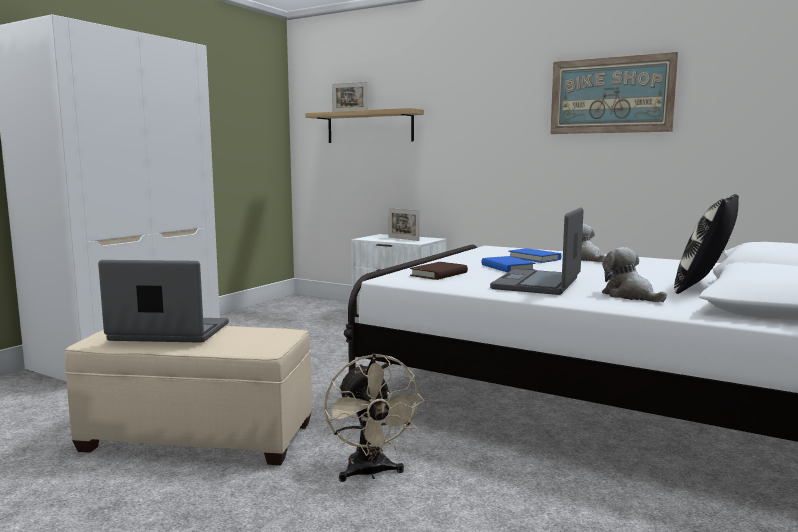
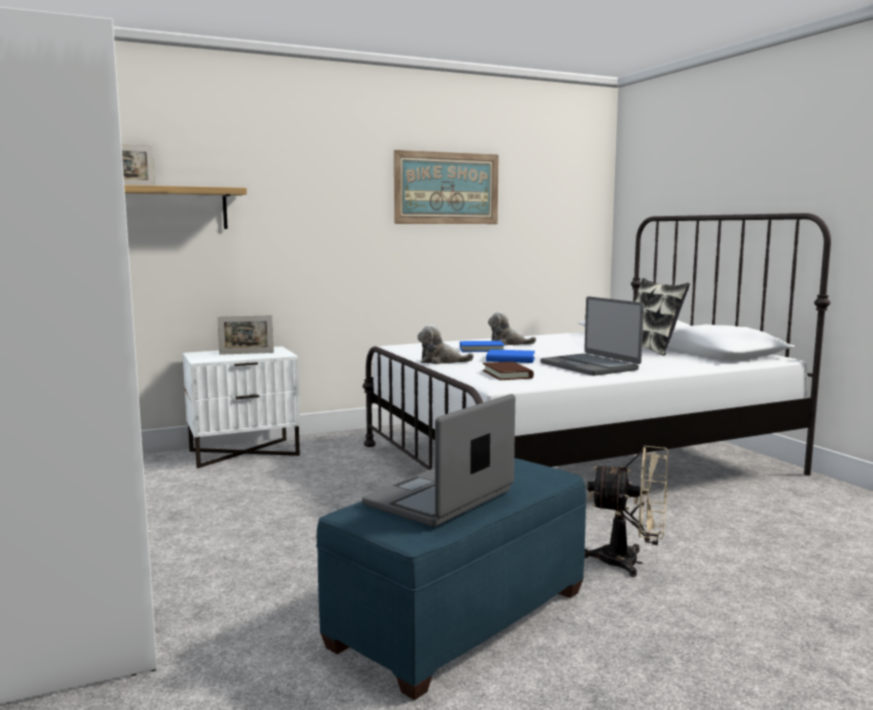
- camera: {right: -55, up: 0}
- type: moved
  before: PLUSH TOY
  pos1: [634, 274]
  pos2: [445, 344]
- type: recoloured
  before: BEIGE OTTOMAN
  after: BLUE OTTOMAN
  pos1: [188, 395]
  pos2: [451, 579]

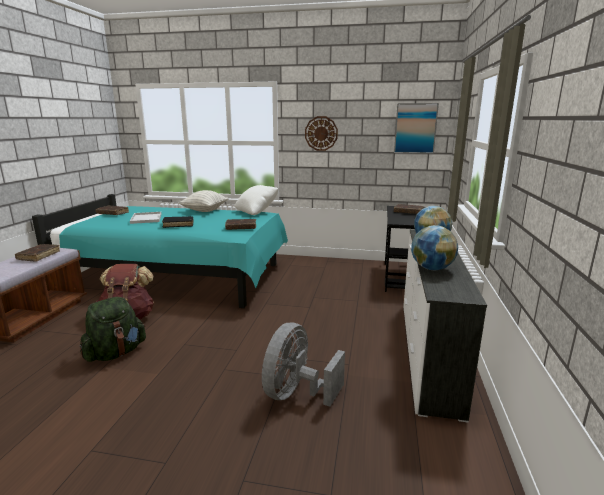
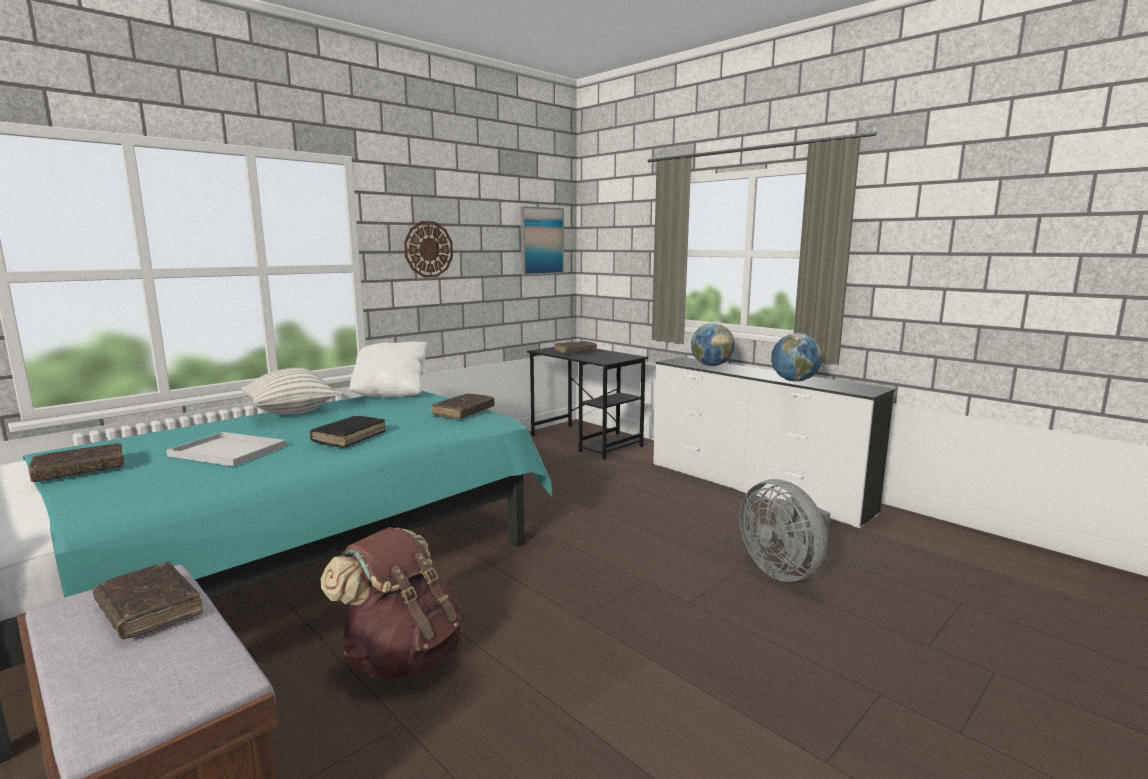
- camera: {right: -55, up: -5}
- type: removed
  before: GREEN BACKPACK
  pos1: [113, 329]

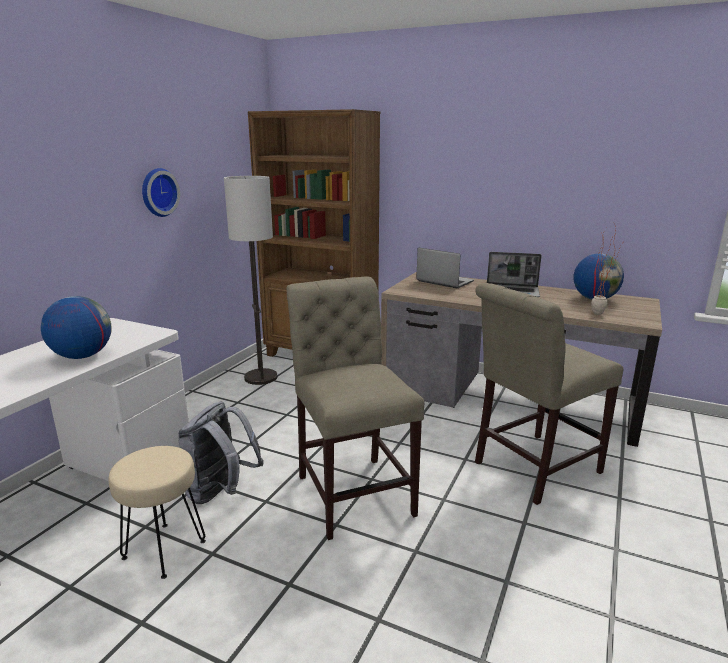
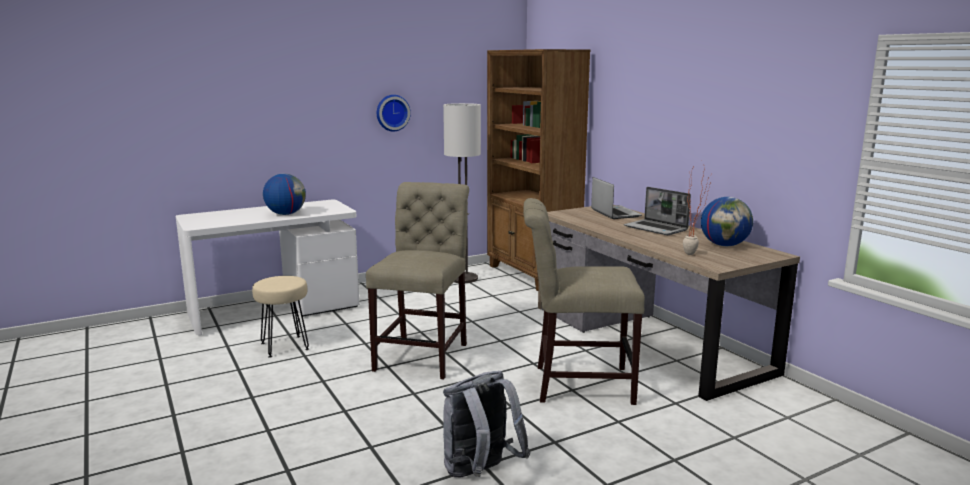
- camera: {right: 35, up: -5}
- type: moved
  before: GREY BACKPACK
  pos1: [221, 452]
  pos2: [486, 424]

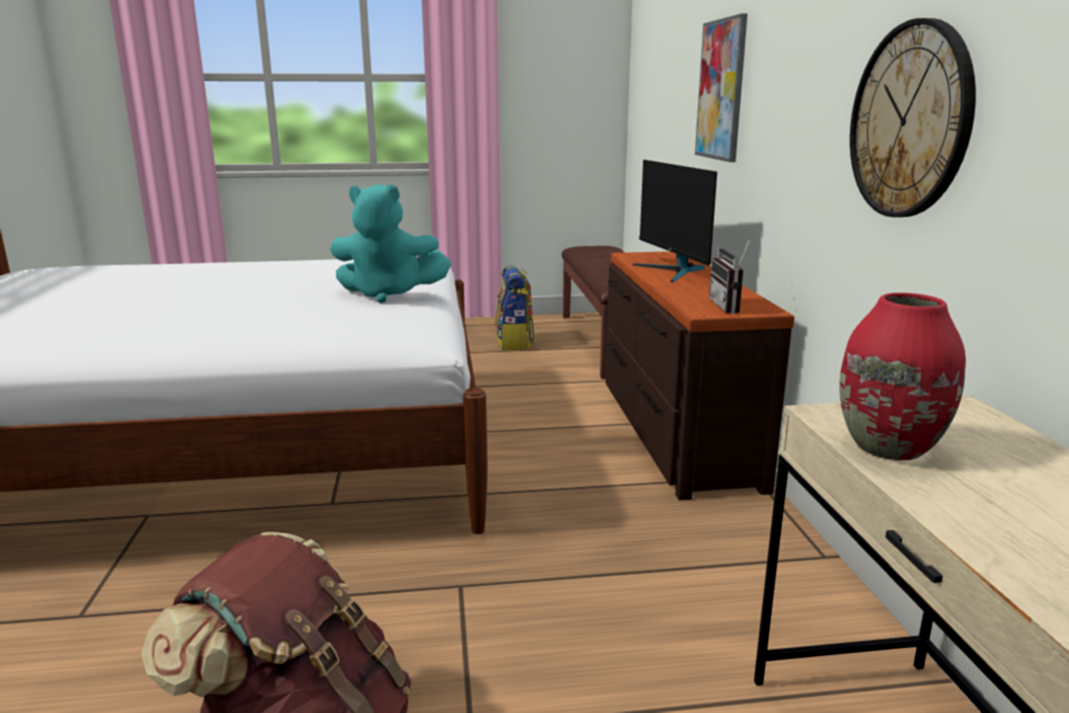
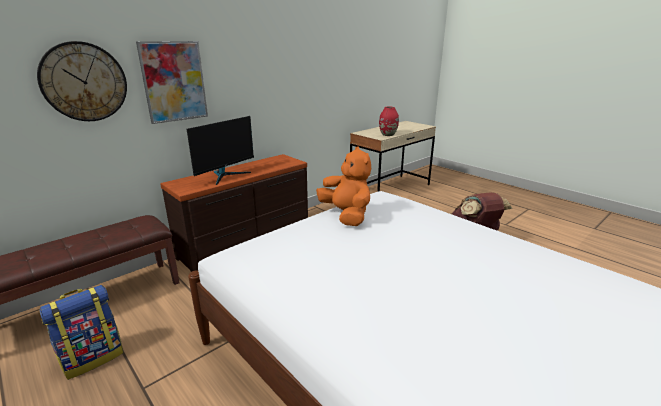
- camera: {right: -125, up: 5}
- type: moved
  before: WALL CLOCK
  pos1: [913, 117]
  pos2: [82, 81]
- type: recoloured
  before: TURQUOISE PLUSH TOY
  after: ORANGE PLUSH TOY
  pos1: [390, 243]
  pos2: [343, 186]
- type: removed
  before: RADIO
  pos1: [730, 275]

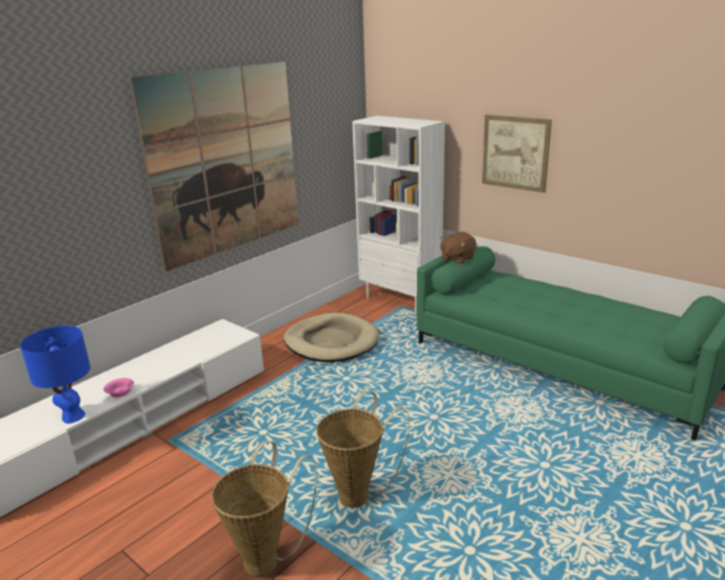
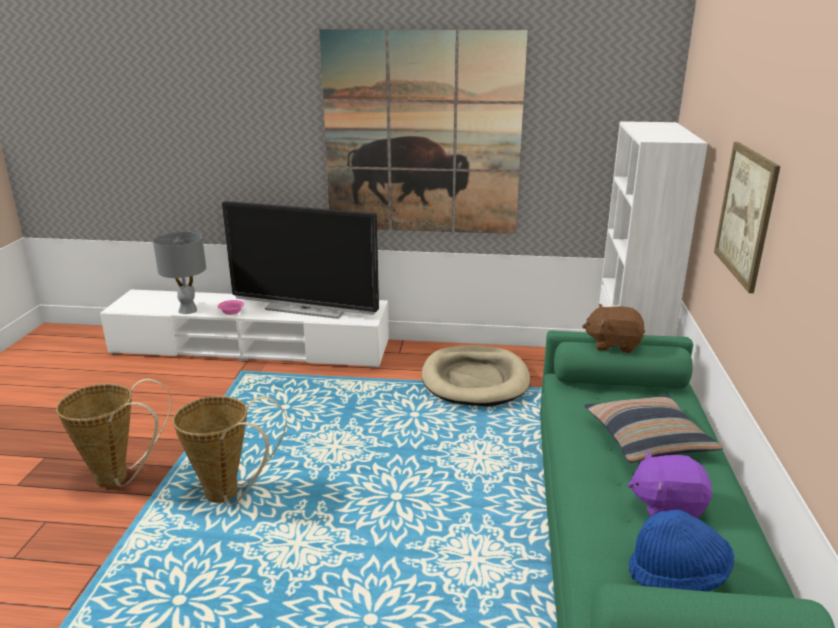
- camera: {right: 55, up: 0}
- type: recoloured
  before: BLUE TABLE LAMP
  after: GREY TABLE LAMP
  pos1: [55, 375]
  pos2: [179, 272]
- type: added
  after: TELEVISION
  pos2: [300, 260]
- type: added
  after: PILLOW
  pos2: [654, 429]
- type: added
  after: PURPLE PLUSH TOY
  pos2: [670, 485]
- type: added
  after: BLUE HAT
  pos2: [682, 550]

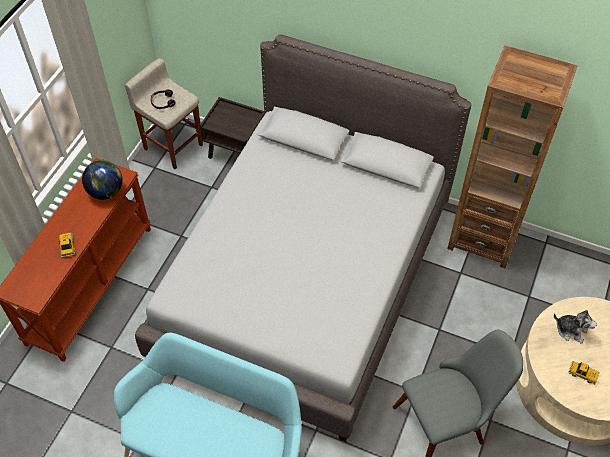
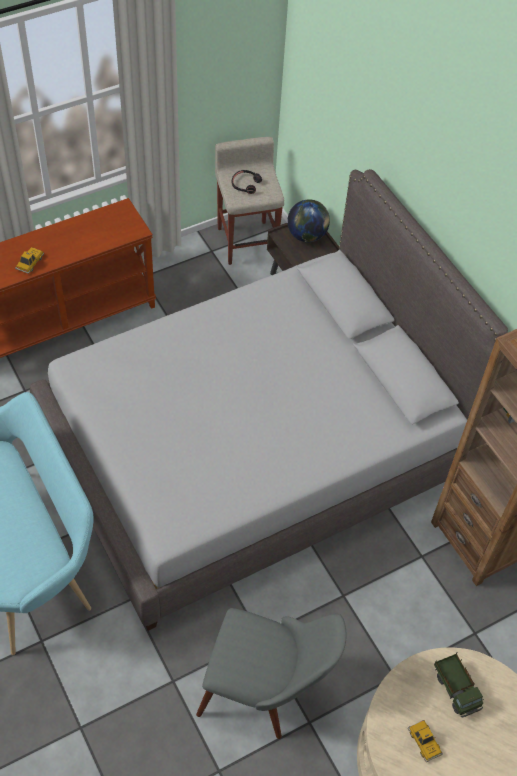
- camera: {right: 35, up: 0}
- type: moved
  before: GLOBE
  pos1: [102, 180]
  pos2: [308, 220]
- type: replaced
  before: PLUSH TOY
  after: TOY TRUCK
  pos1: [575, 327]
  pos2: [459, 685]

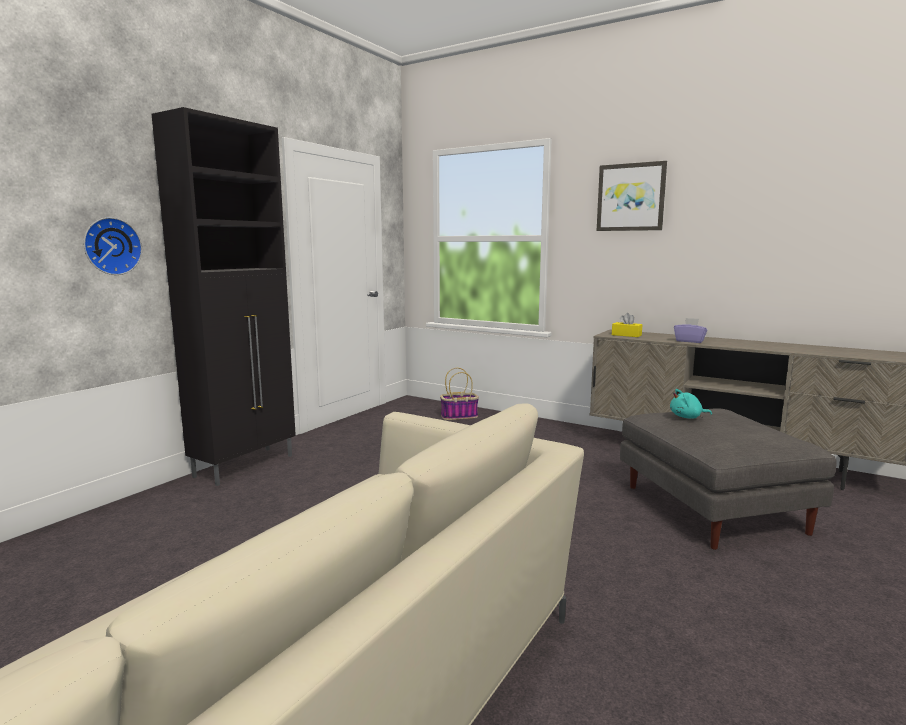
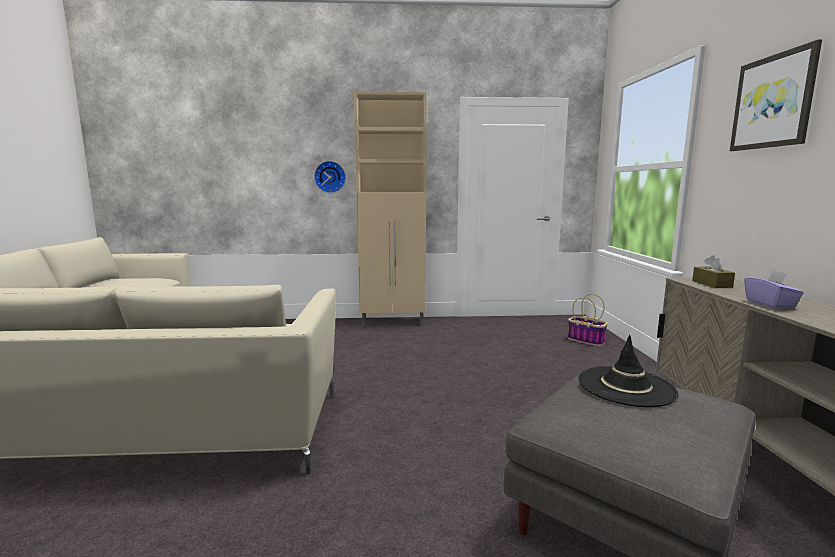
- camera: {right: 55, up: 0}
- type: recoloured
  before: BLACK CABINET
  after: BEIGE CABINET
  pos1: [224, 296]
  pos2: [390, 209]
- type: recoloured
  before: YELLOW TISSUE BOX
  after: BROWN TISSUE BOX
  pos1: [627, 325]
  pos2: [713, 271]
- type: replaced
  before: TURQUOISE PLUSH TOY
  after: BLACK HAT
  pos1: [691, 403]
  pos2: [628, 371]

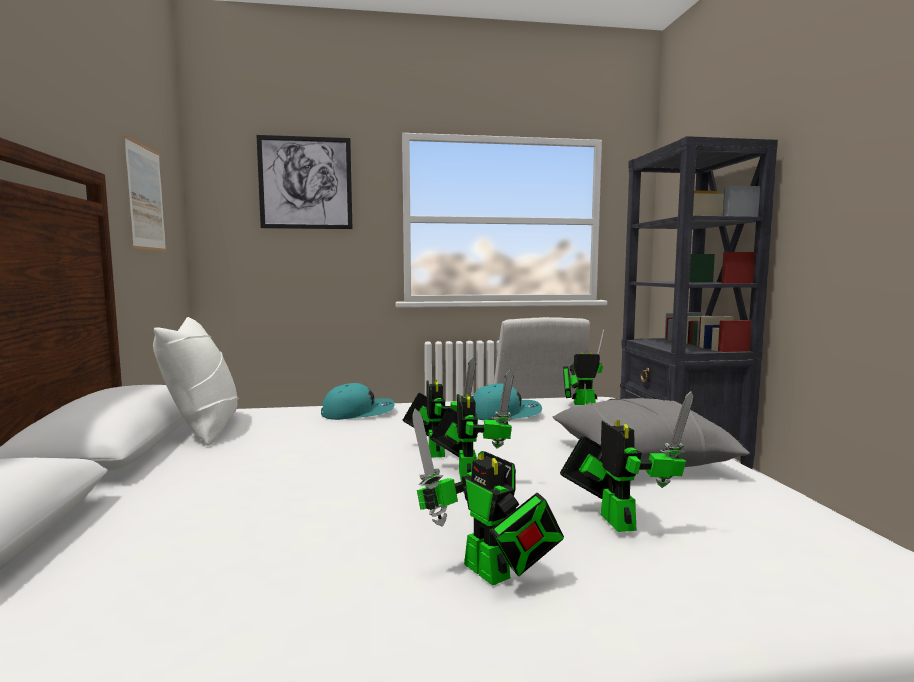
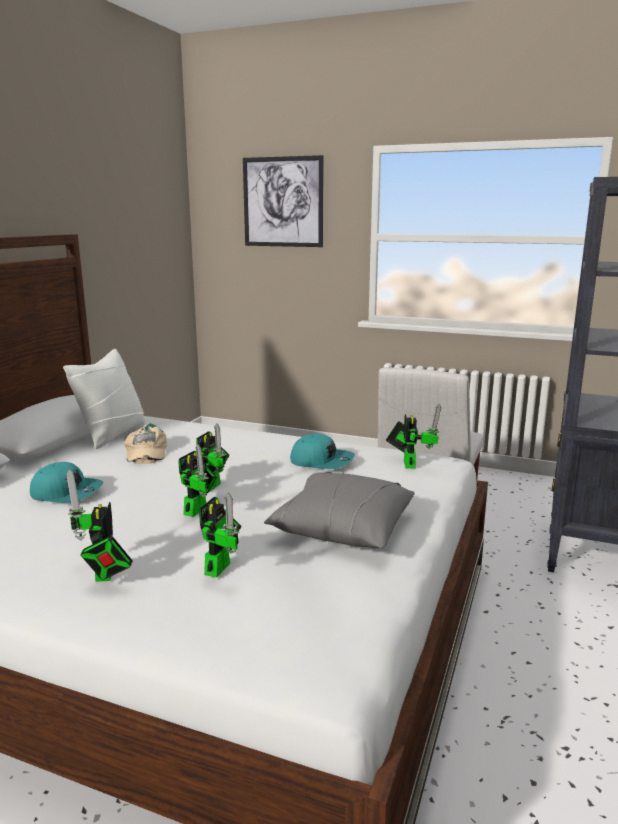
- camera: {right: 30, up: 10}
- type: removed
  before: PICTURE
  pos1: [145, 193]
- type: turned
  before: TOY ROBOT
  pos1: [583, 367]
  pos2: [413, 436]
  turn: 60
- type: moved
  before: TURQUOISE CAP
  pos1: [358, 401]
  pos2: [67, 482]
- type: added
  after: BEIGE CAP
  pos2: [145, 443]

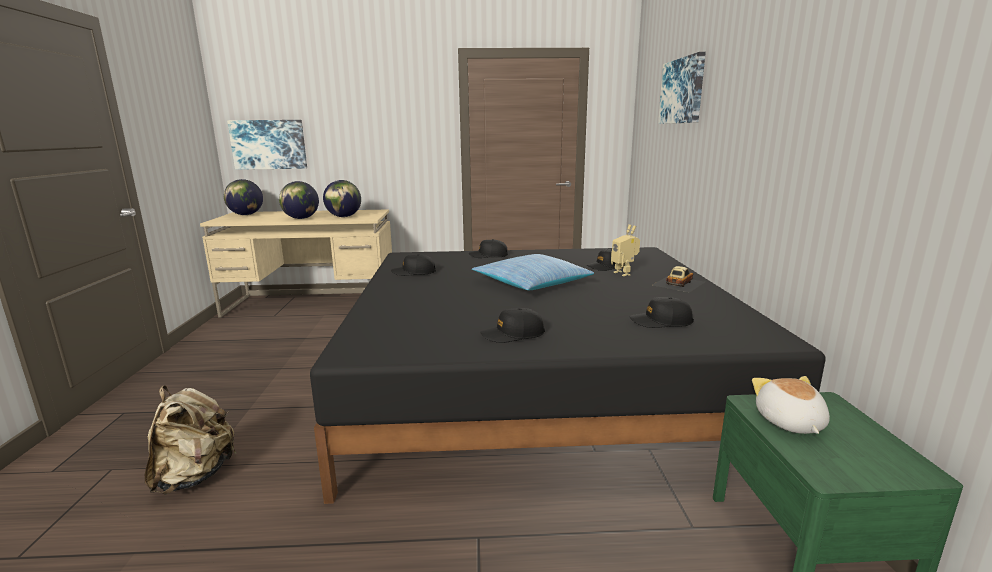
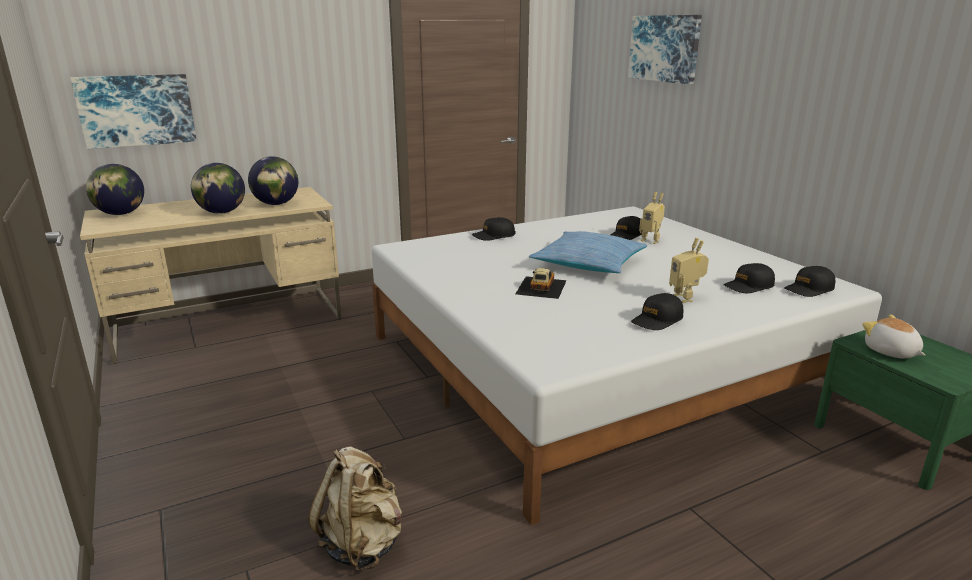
- camera: {right: -25, up: 5}
- type: recoloured
  before: BLACK BED
  after: WHITE BED
  pos1: [568, 375]
  pos2: [627, 365]
- type: moved
  before: BLACK CAP
  pos1: [413, 265]
  pos2: [809, 281]
- type: moved
  before: TOY CAR
  pos1: [679, 279]
  pos2: [541, 283]
- type: added
  after: TOY ROBOT
  pos2: [689, 270]

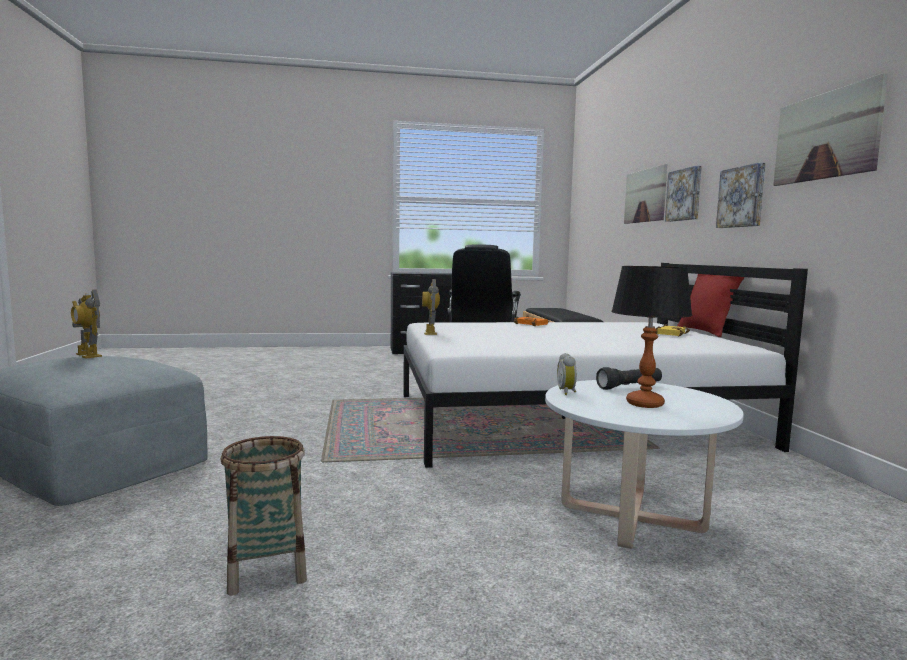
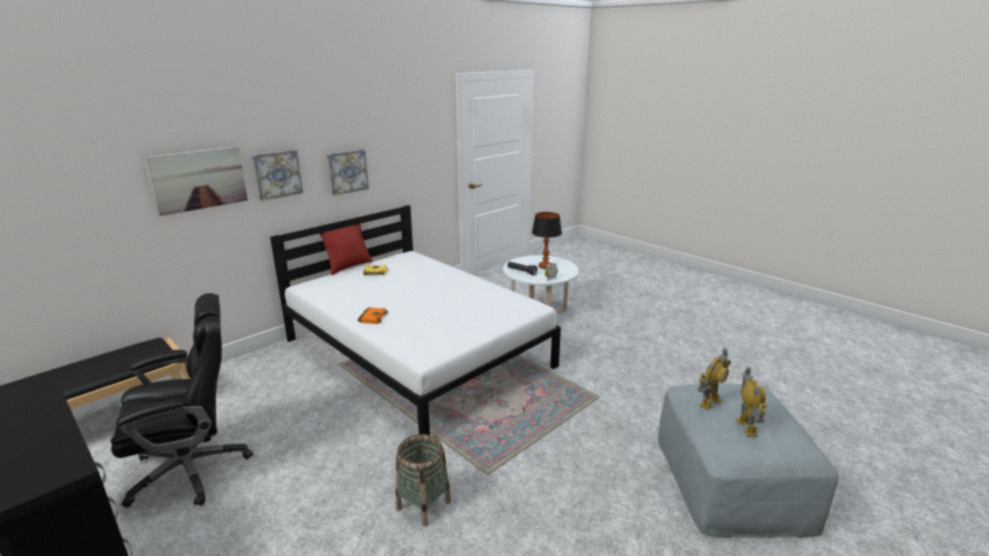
- camera: {right: -125, up: 15}
- type: removed
  before: PICTURE
  pos1: [830, 129]
- type: moved
  before: TOY ROBOT
  pos1: [431, 307]
  pos2: [714, 379]
- type: moved
  before: BASKET
  pos1: [264, 516]
  pos2: [423, 480]

